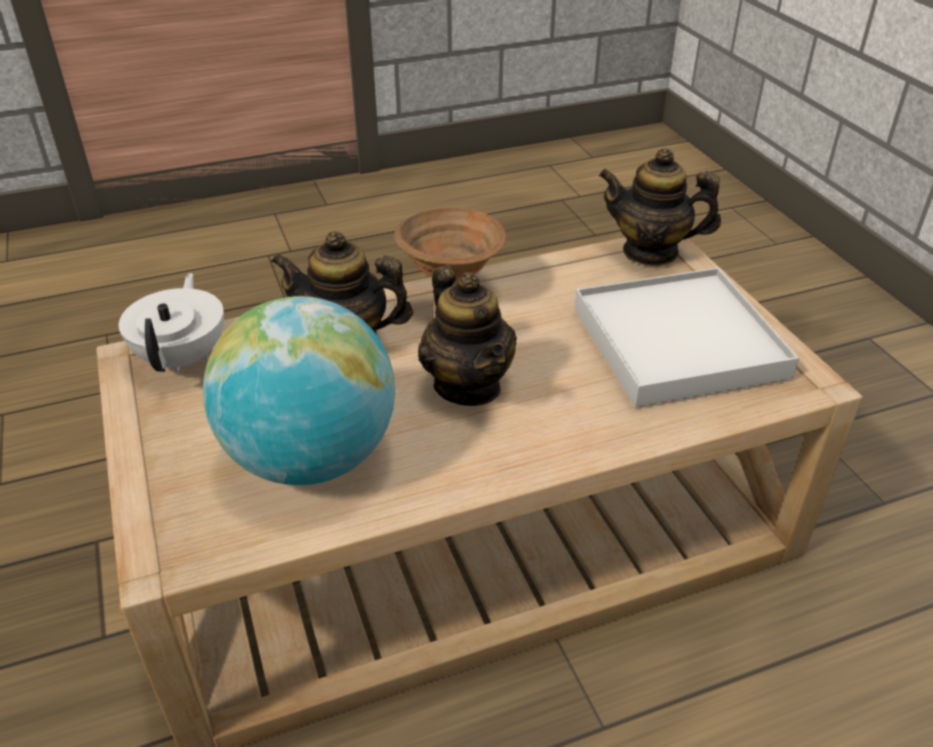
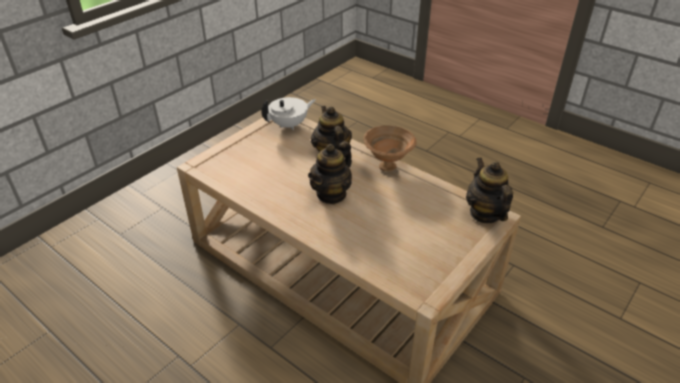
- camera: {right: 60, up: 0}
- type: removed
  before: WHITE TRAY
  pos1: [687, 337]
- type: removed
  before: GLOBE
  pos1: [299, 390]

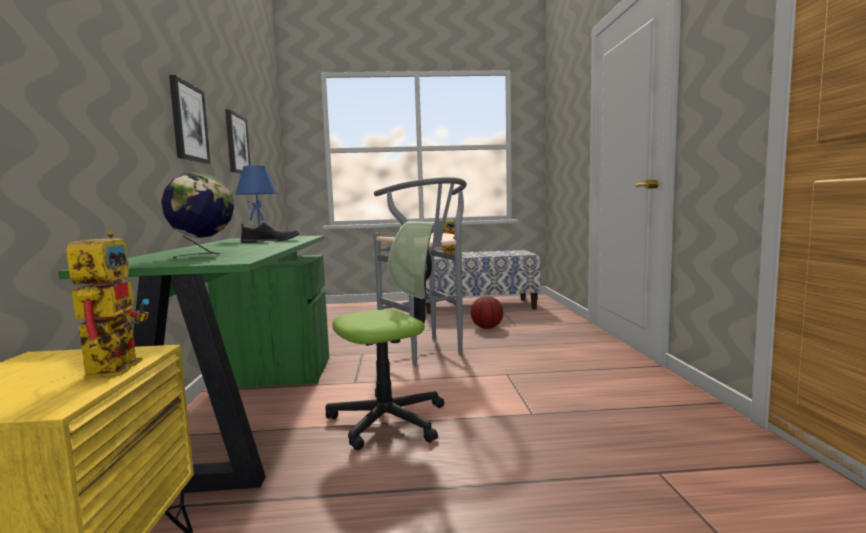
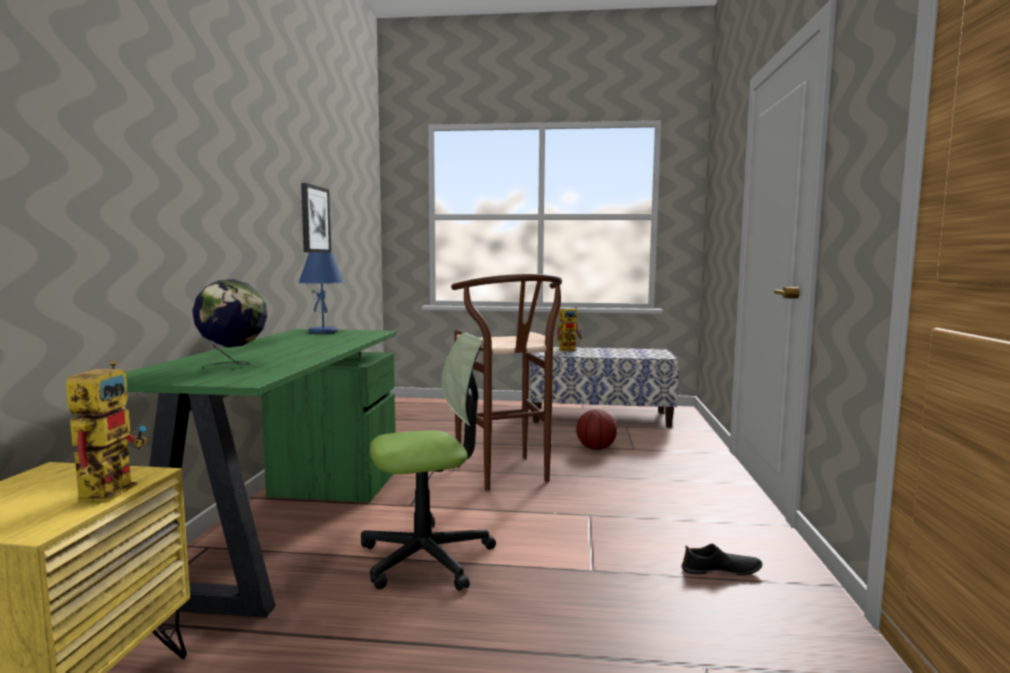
- camera: {right: 10, up: 0}
- type: removed
  before: PICTURE
  pos1: [190, 119]
- type: recoloured
  before: GREY STOOL
  after: BROWN STOOL
  pos1: [420, 271]
  pos2: [506, 382]
- type: moved
  before: BLACK SHOE
  pos1: [270, 232]
  pos2: [722, 559]

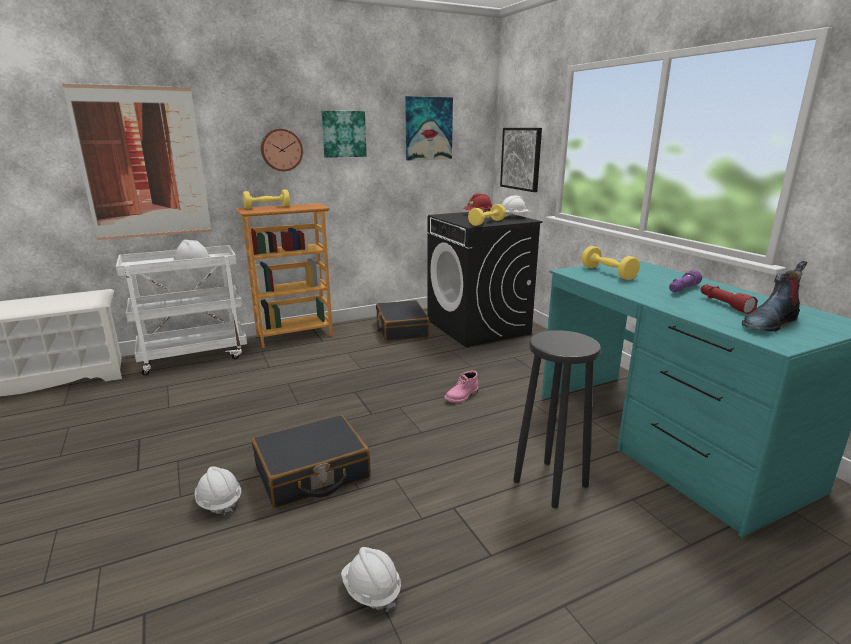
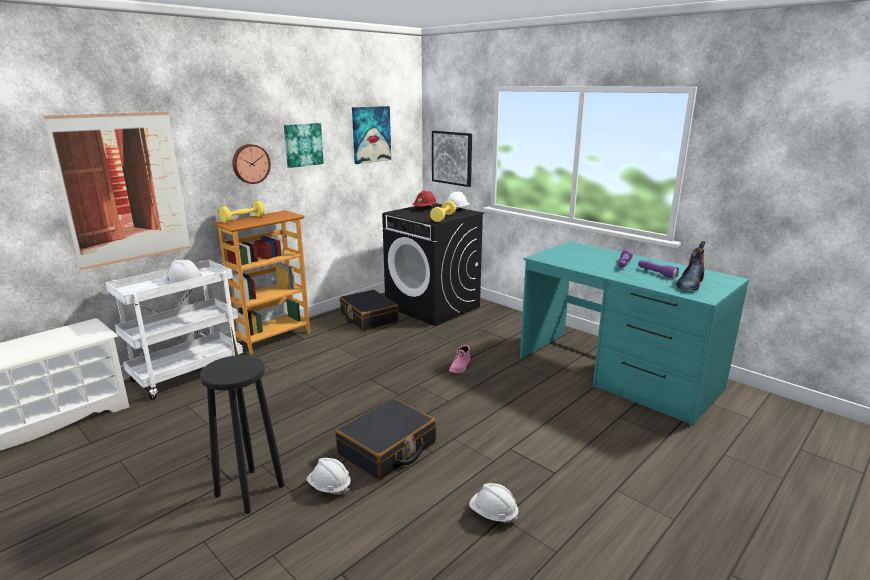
- camera: {right: -20, up: 0}
- type: removed
  before: YELLOW DUMBBELL
  pos1: [611, 263]
- type: recoloured
  before: RED FLASHLIGHT
  after: PURPLE FLASHLIGHT
  pos1: [729, 299]
  pos2: [658, 269]
- type: moved
  before: BLACK STOOL
  pos1: [557, 419]
  pos2: [242, 434]

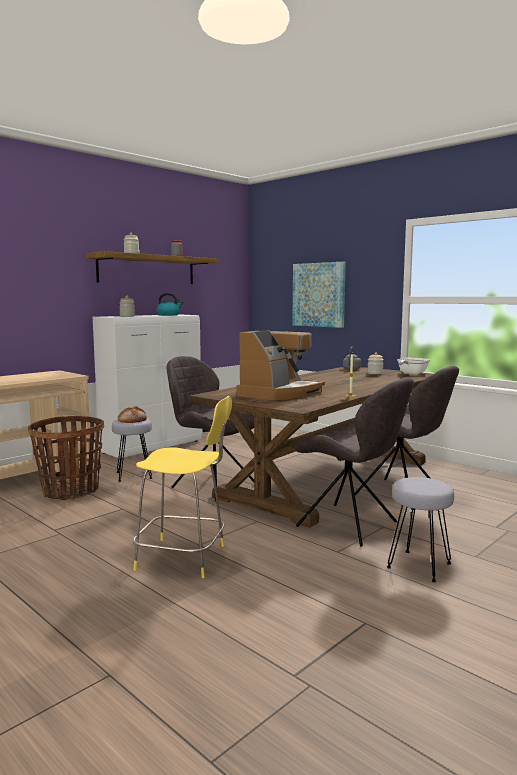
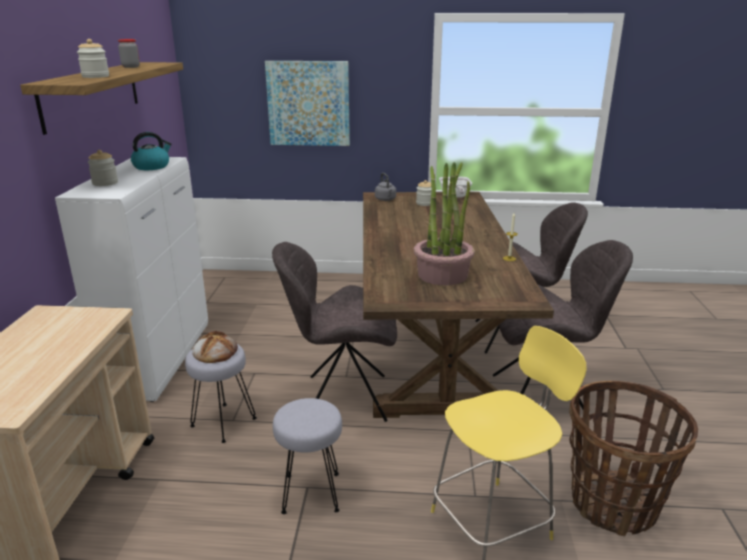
- camera: {right: -40, up: 15}
- type: replaced
  before: COFFEE MACHINE
  after: POTTED PLANT
  pos1: [281, 365]
  pos2: [444, 223]
- type: moved
  before: BASKET
  pos1: [66, 458]
  pos2: [633, 458]
- type: moved
  before: GREY STOOL
  pos1: [420, 529]
  pos2: [307, 456]

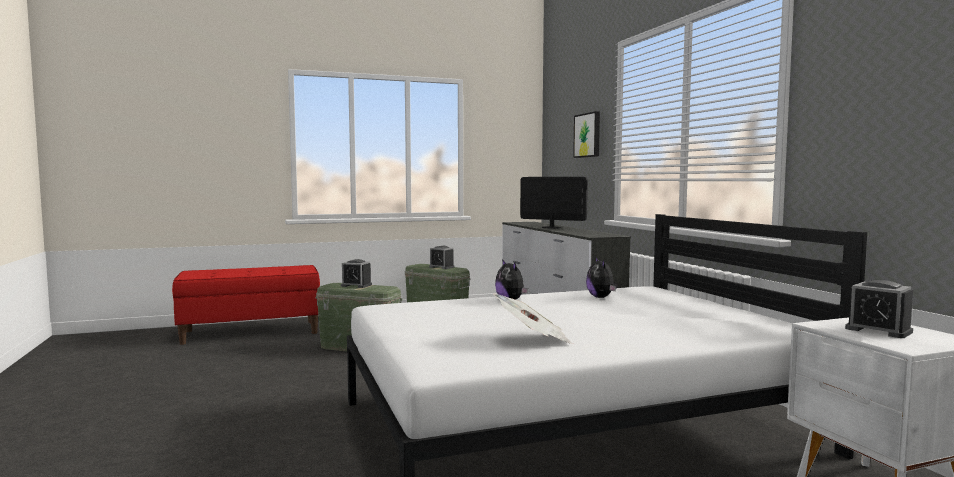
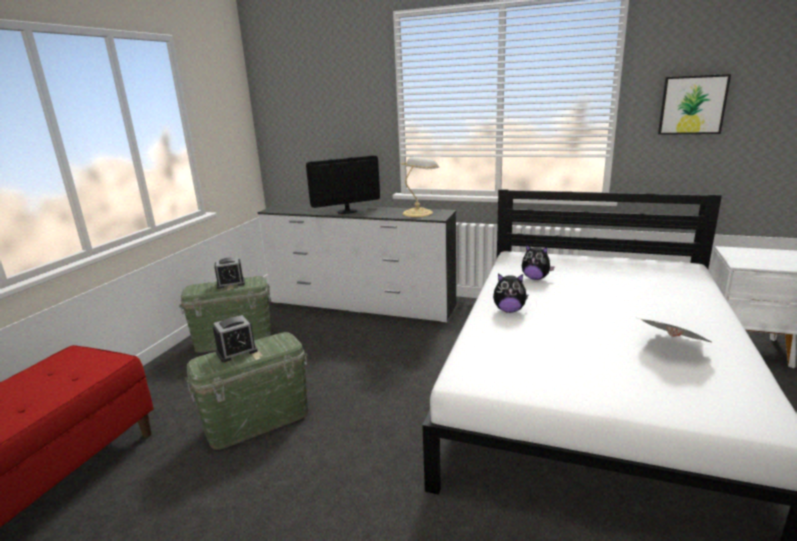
- camera: {right: -50, up: 15}
- type: moved
  before: PICTURE
  pos1: [586, 134]
  pos2: [694, 104]
- type: removed
  before: ALARM CLOCK
  pos1: [879, 309]
- type: added
  after: TABLE LAMP
  pos2: [419, 187]

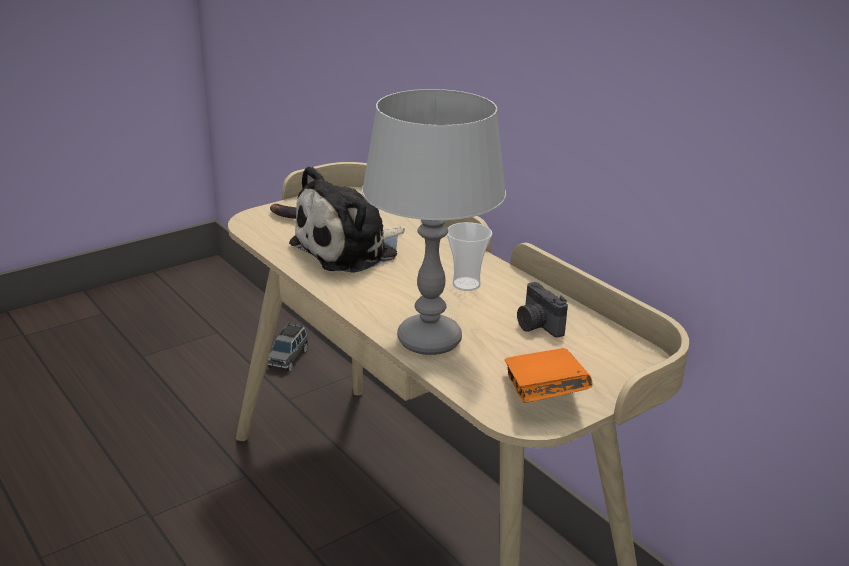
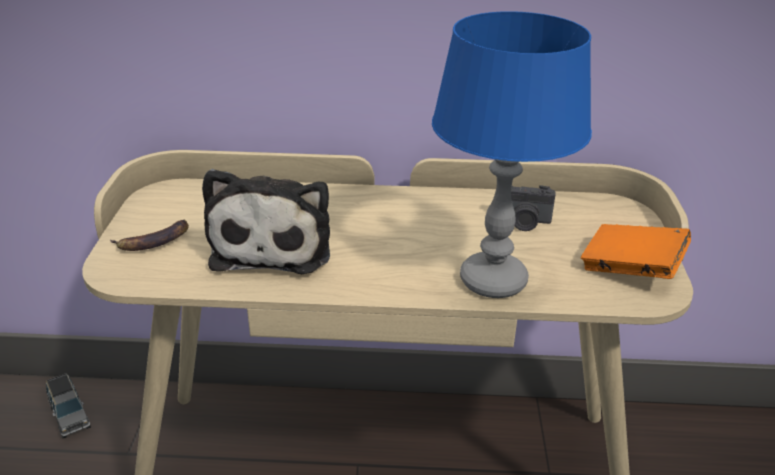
- camera: {right: -50, up: 5}
- type: recoloured
  before: GREY TABLE LAMP
  after: BLUE TABLE LAMP
  pos1: [434, 222]
  pos2: [512, 154]
- type: removed
  before: CUP
  pos1: [469, 256]

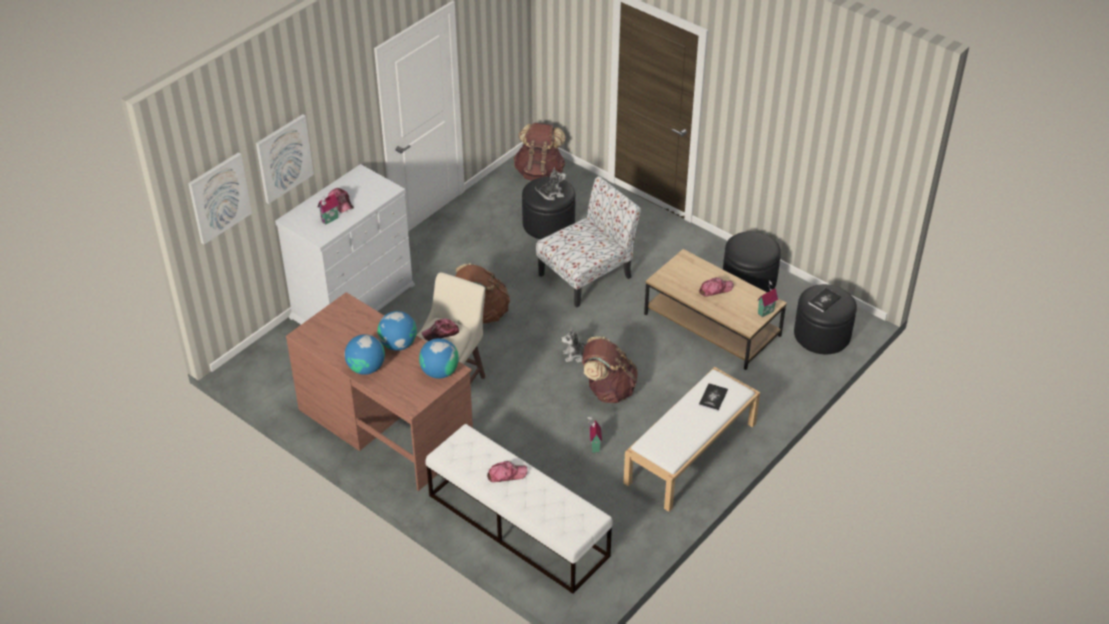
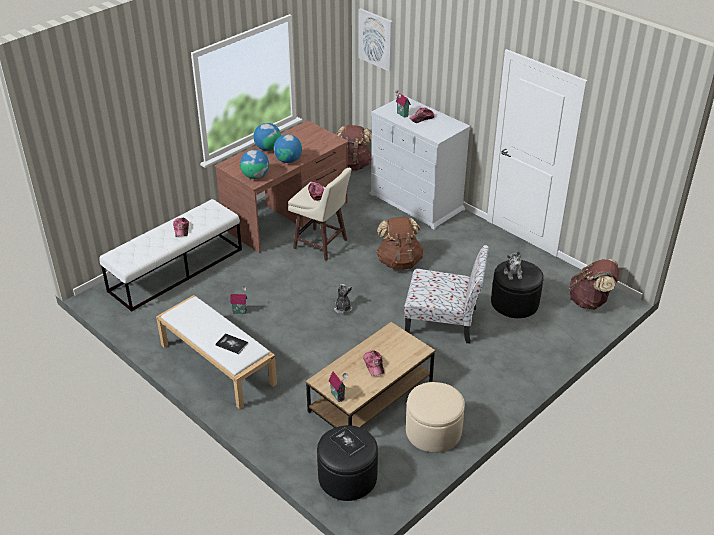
- camera: {right: 95, up: -5}
- type: removed
  before: PICTURE
  pos1: [285, 159]
- type: turned
  before: CHAIR
  pos1: [588, 242]
  pos2: [446, 294]
  turn: -45
- type: recoloured
  before: BLACK OTTOMAN
  after: BEIGE OTTOMAN
  pos1: [752, 261]
  pos2: [435, 417]
- type: moved
  before: BROWN BACKPACK
  pos1: [610, 369]
  pos2: [354, 148]

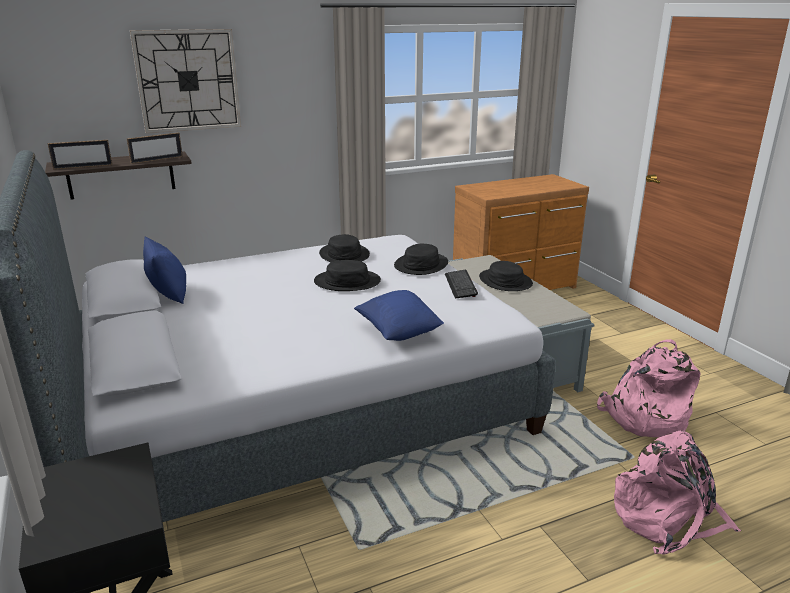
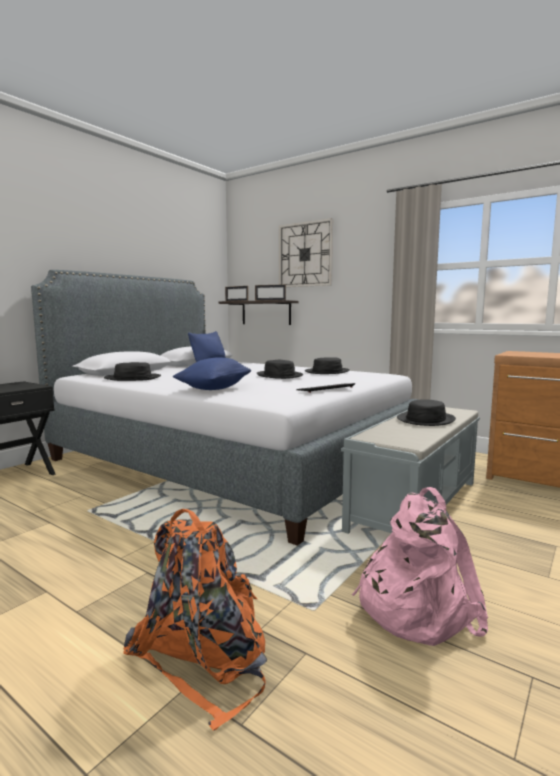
- camera: {right: 60, up: -15}
- type: moved
  before: BLACK HAT
  pos1: [421, 259]
  pos2: [132, 371]
- type: recoloured
  before: PINK BACKPACK
  after: ORANGE BACKPACK
  pos1: [677, 493]
  pos2: [195, 620]

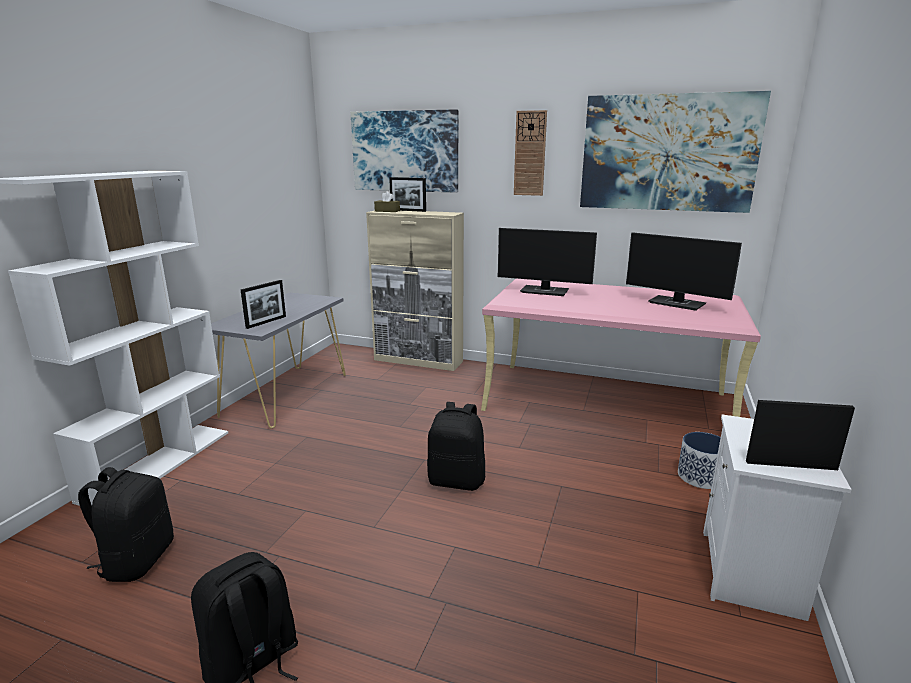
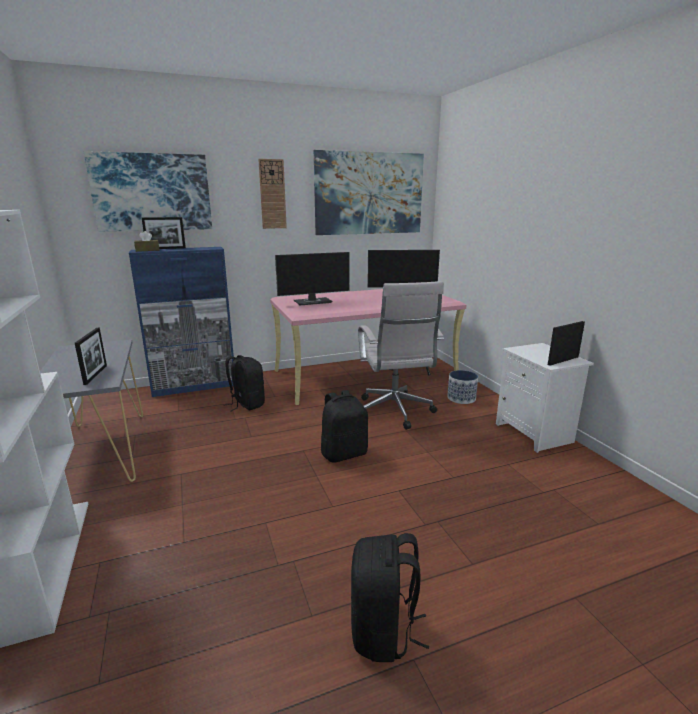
- camera: {right: -40, up: 0}
- type: recoloured
  before: BEIGE CABINET
  after: BLUE CABINET
  pos1: [415, 290]
  pos2: [181, 322]
- type: moved
  before: BLACK BACKPACK
  pos1: [126, 524]
  pos2: [245, 383]
- type: added
  after: WHITE OFFICE CHAIR
  pos2: [401, 355]

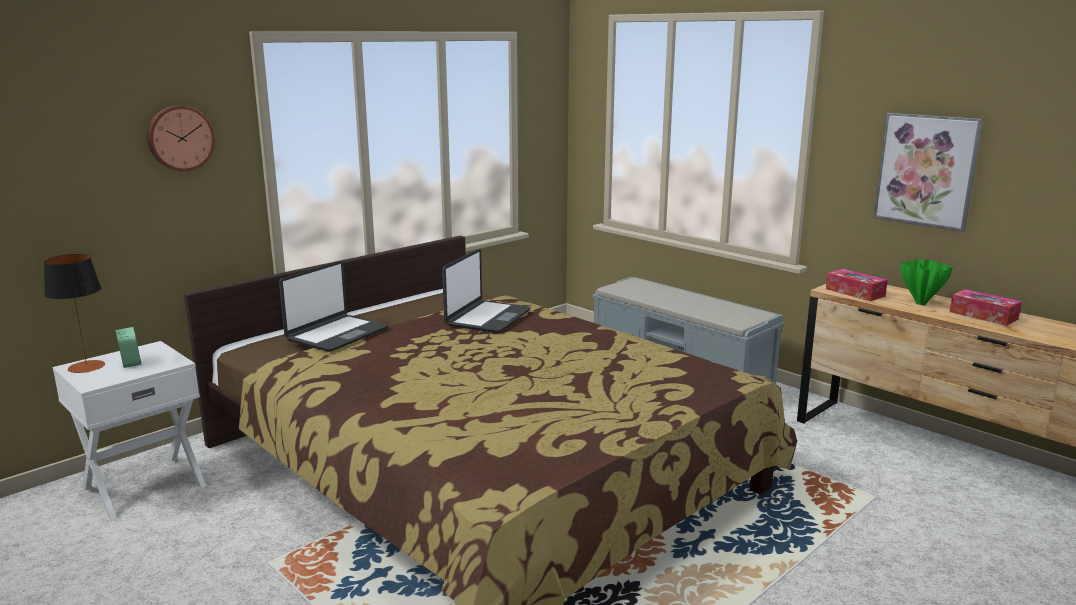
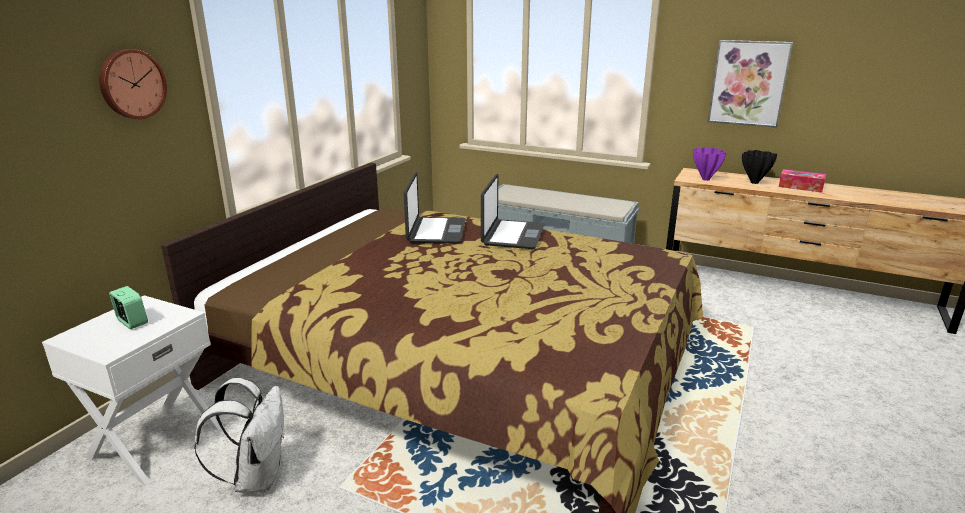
- camera: {right: -20, up: 5}
- type: removed
  before: TABLE LAMP
  pos1: [74, 313]
- type: recoloured
  before: GREEN VASE
  after: BLACK VASE
  pos1: [926, 282]
  pos2: [759, 167]
- type: moved
  before: LAPTOP
  pos1: [333, 306]
  pos2: [513, 211]
- type: replaced
  before: TISSUE BOX
  after: PURPLE VASE
  pos1: [857, 285]
  pos2: [709, 164]
- type: added
  after: WHITE BACKPACK
  pos2: [239, 435]

